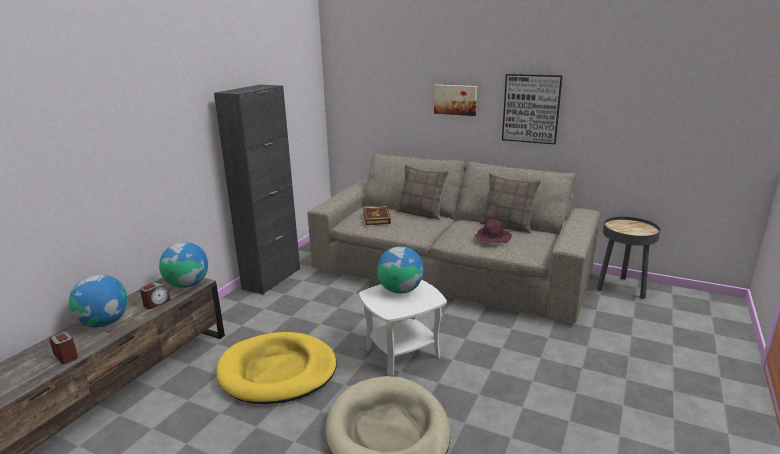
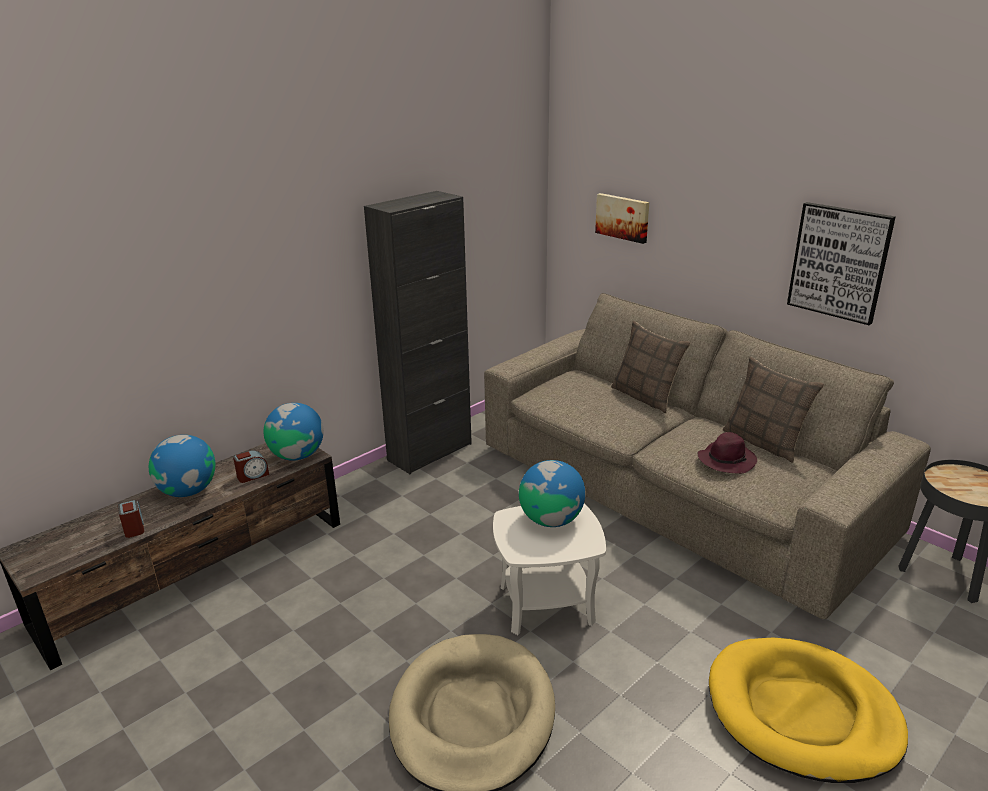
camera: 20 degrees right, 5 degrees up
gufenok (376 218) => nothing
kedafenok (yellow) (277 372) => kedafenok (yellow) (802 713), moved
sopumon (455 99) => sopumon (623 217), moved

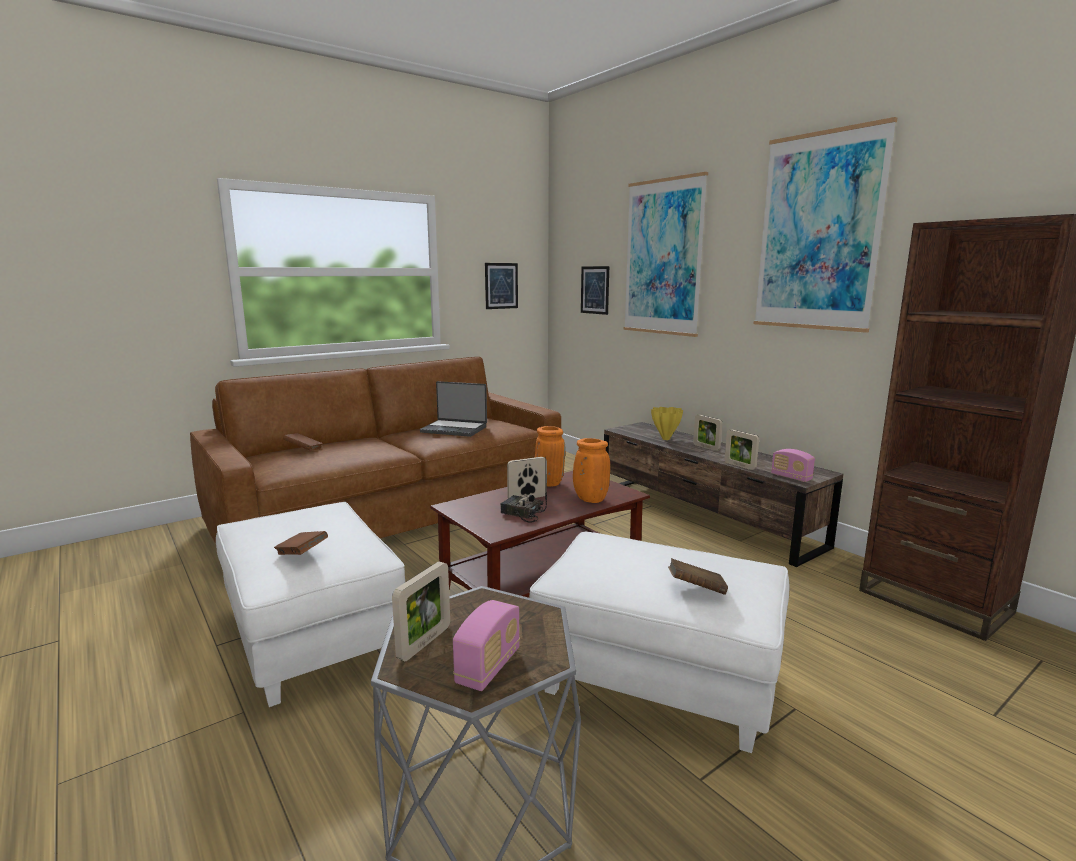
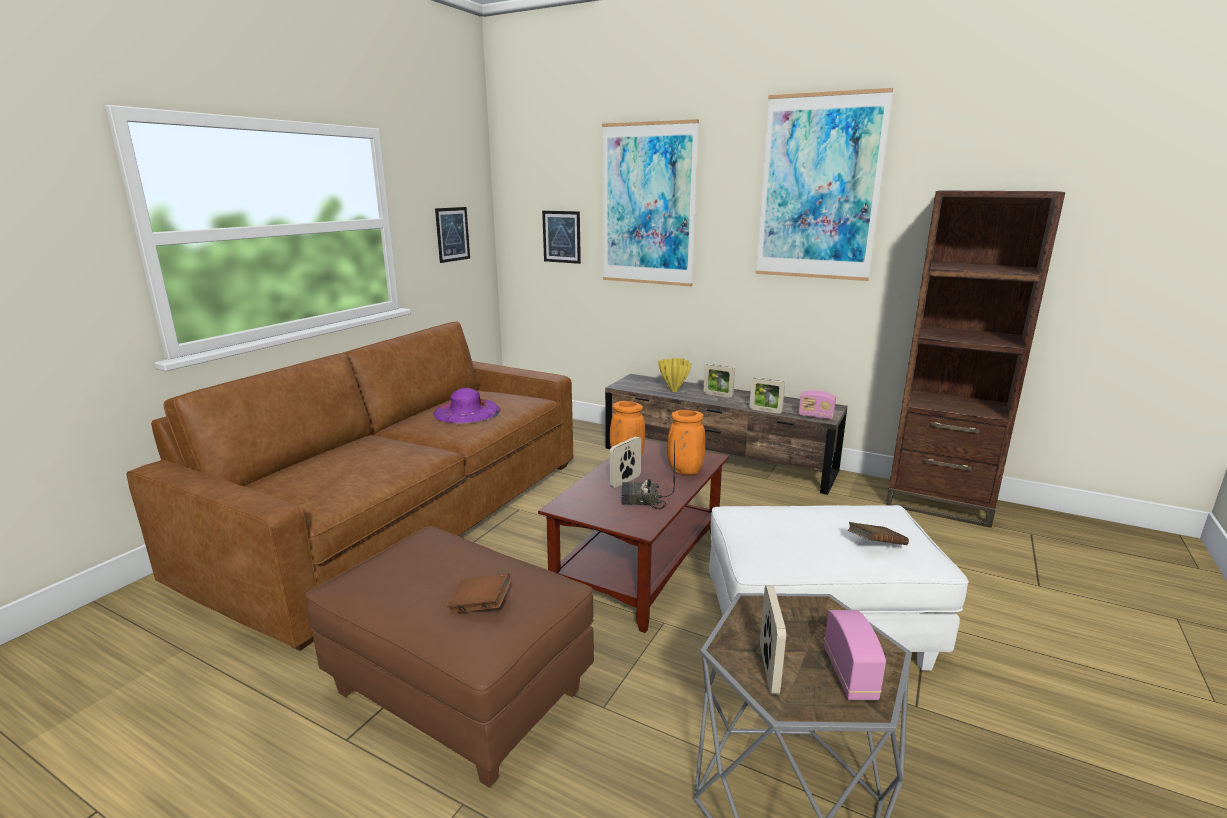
camera: 25 degrees left, 5 degrees up
gufenok (brown) (304 450) => nothing
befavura (454 429) => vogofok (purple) (467 411)
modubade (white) (313 638) => modubade (brown) (459 692)

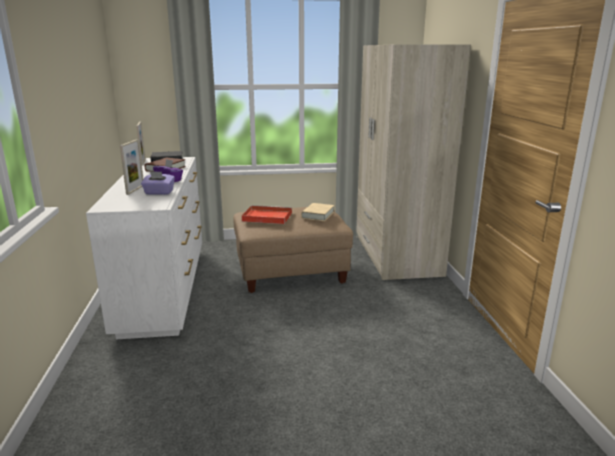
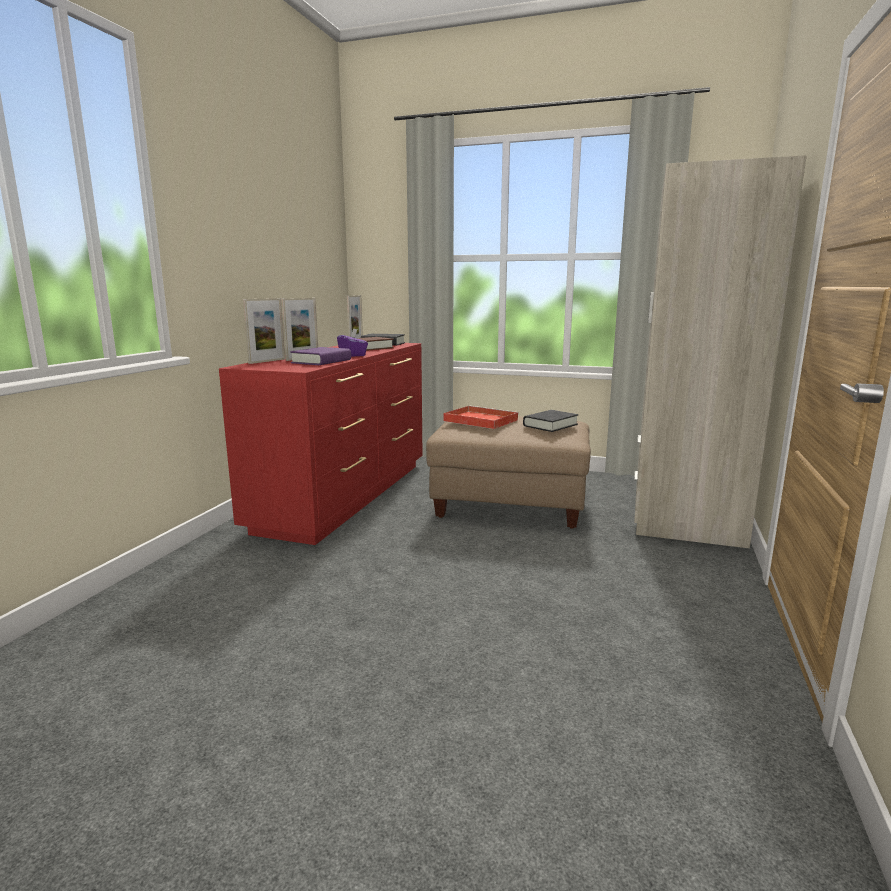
camera: 25 degrees right, 5 degrees down
nothing => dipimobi (267 361)
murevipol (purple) (159 192) => gufenok (purple) (321 361)
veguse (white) (165 287) => veguse (red) (346 495)
gufenok (beige) (318 215) => gufenok (black) (550 425)

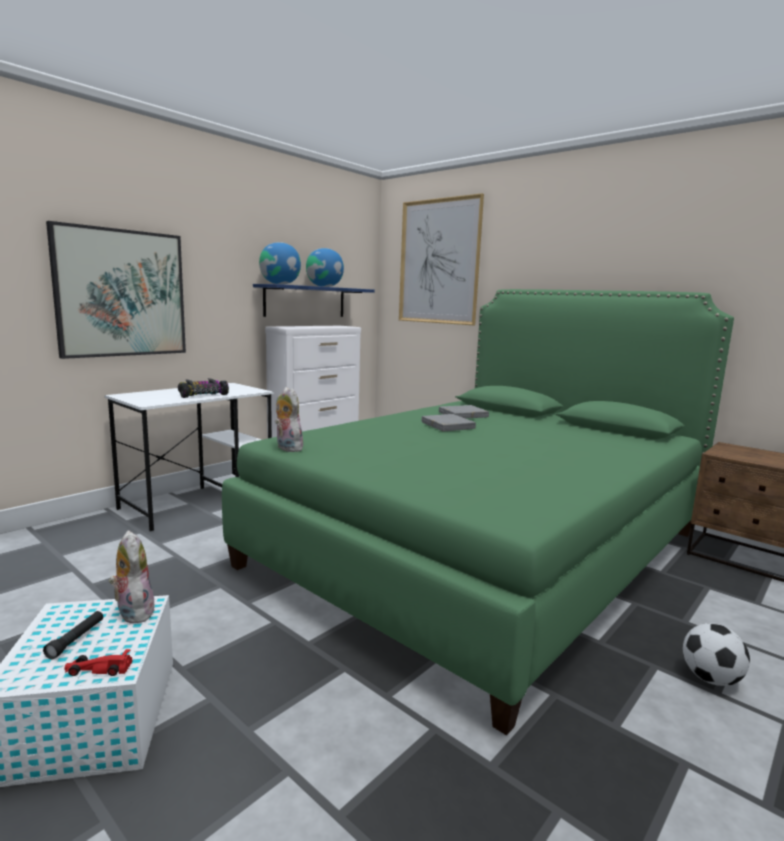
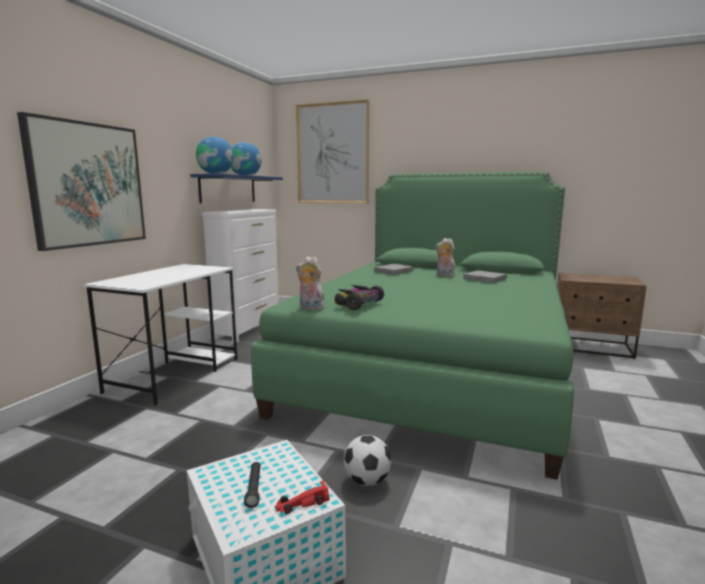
camera: 20 degrees left, 0 degrees up
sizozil (133 612) => sizozil (444 275), moved
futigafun (202 394) => futigafun (358 304), moved
gufenok (grey) (447 426) => gufenok (grey) (484 279), moved
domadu (711 679) => domadu (367 481), moved

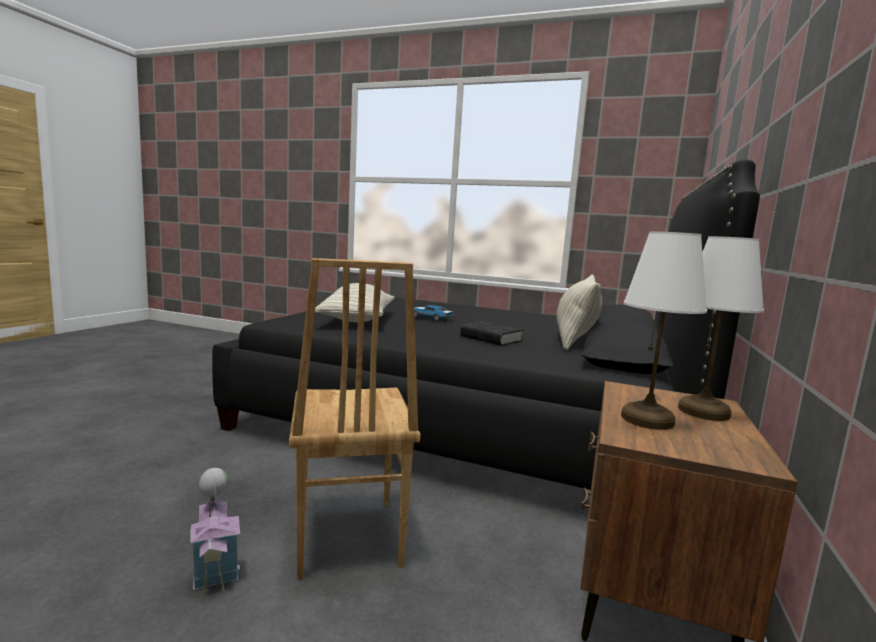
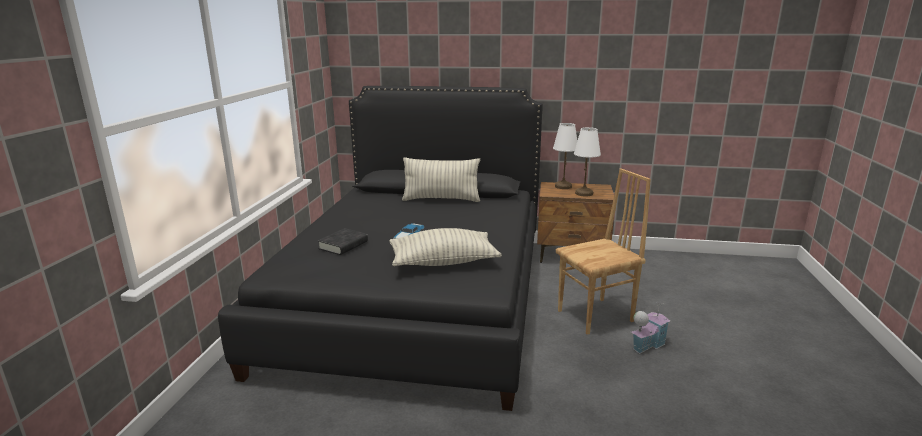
camera: 100 degrees left, 10 degrees up
gufenok (black) (491 338) => gufenok (black) (343 245), moved

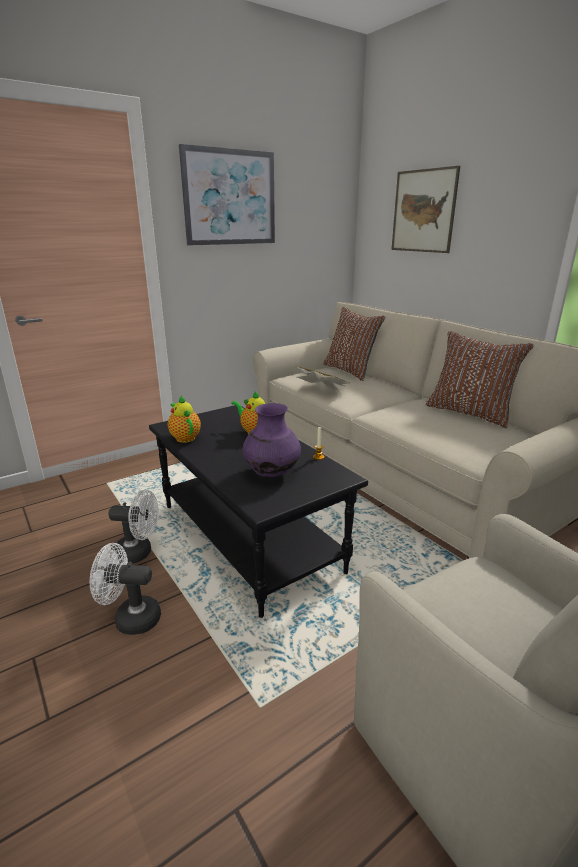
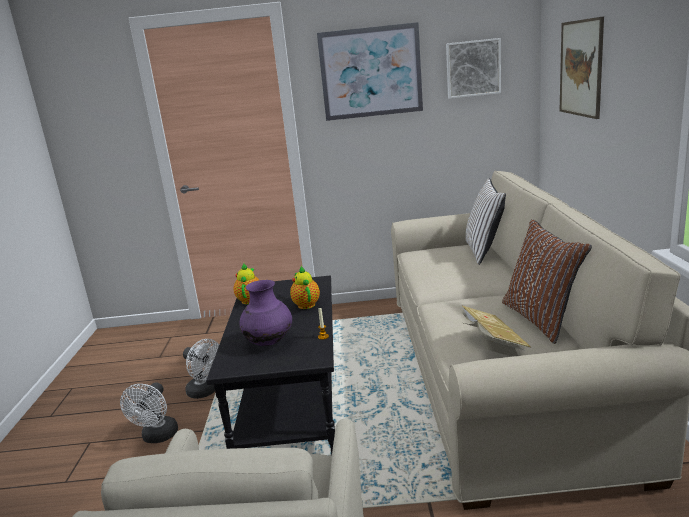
camera: 35 degrees right, 5 degrees down
nothing => sopumon (473 68)
gufenok (321 389) => gufenok (492 346), moved
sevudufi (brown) (350 371) => sevudufi (white) (484 251)
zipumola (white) (130 618) => zipumola (white) (158 437), 120 degrees counterclockwise

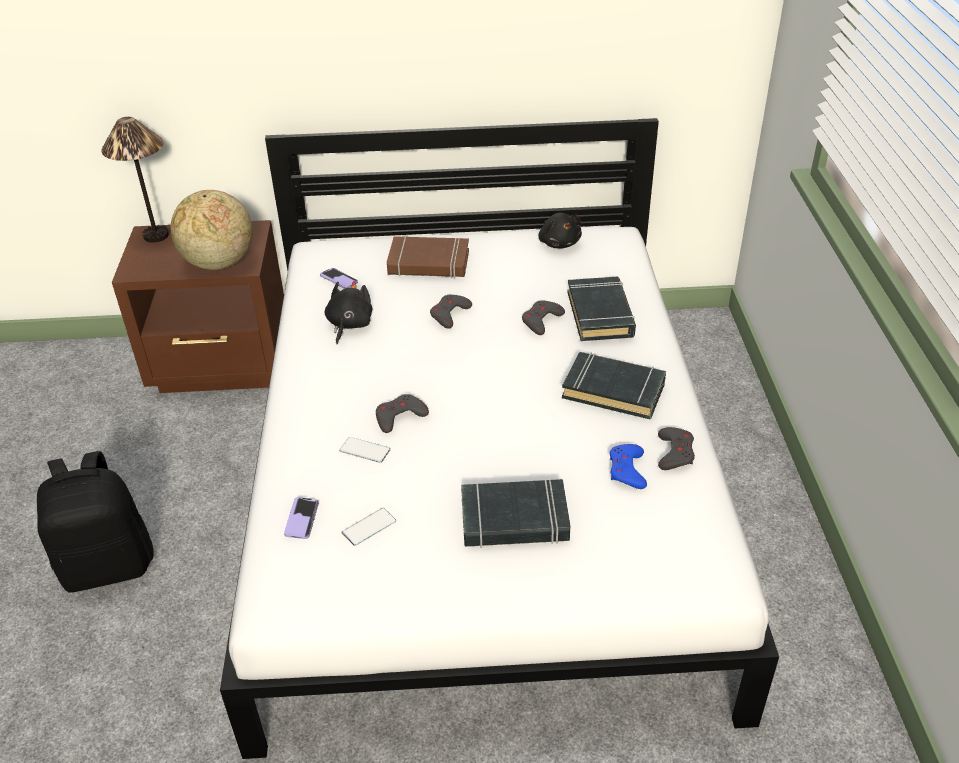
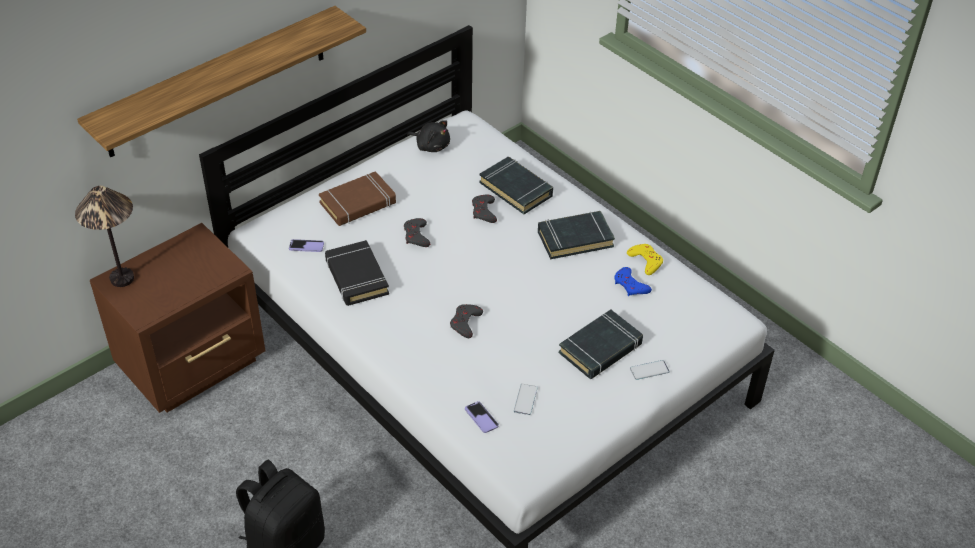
camera: 40 degrees left, 5 degrees up
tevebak (218 263) => nothing
nothing => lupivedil (217 82)
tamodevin (365 450) => tamodevin (649 370), moved
sizozil (black) (349 325) => gufenok (black) (356 277)
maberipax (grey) (675 453) => maberipax (yellow) (645 261)

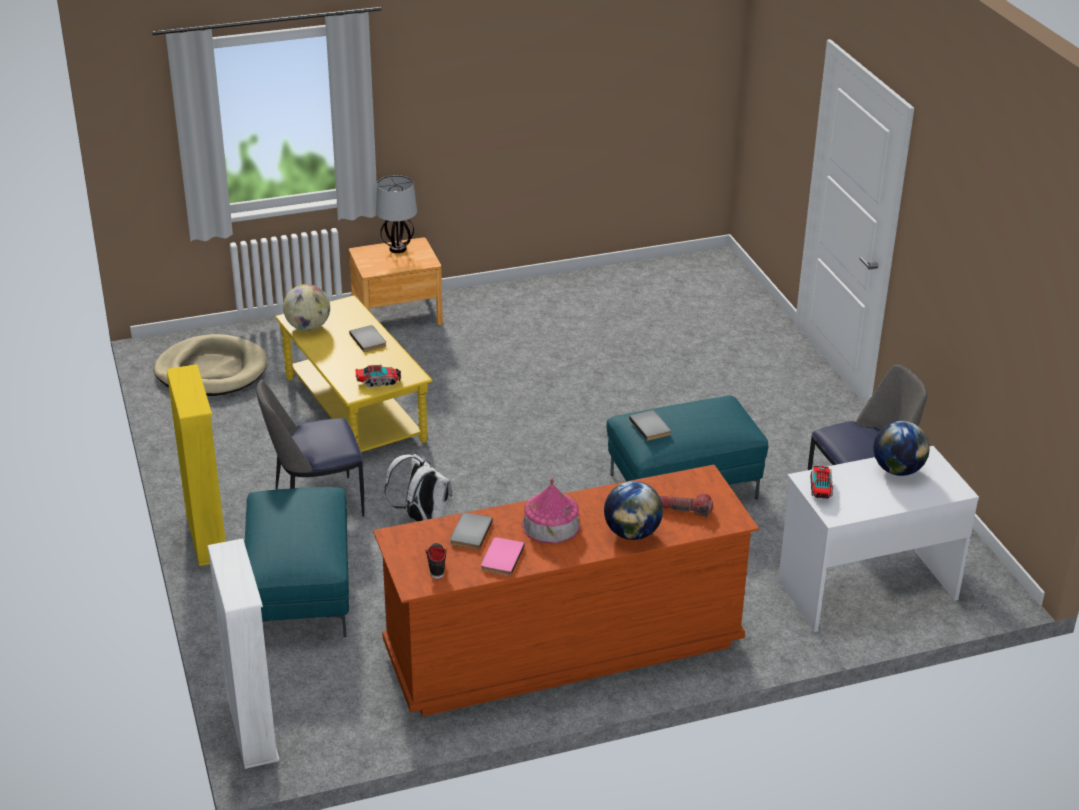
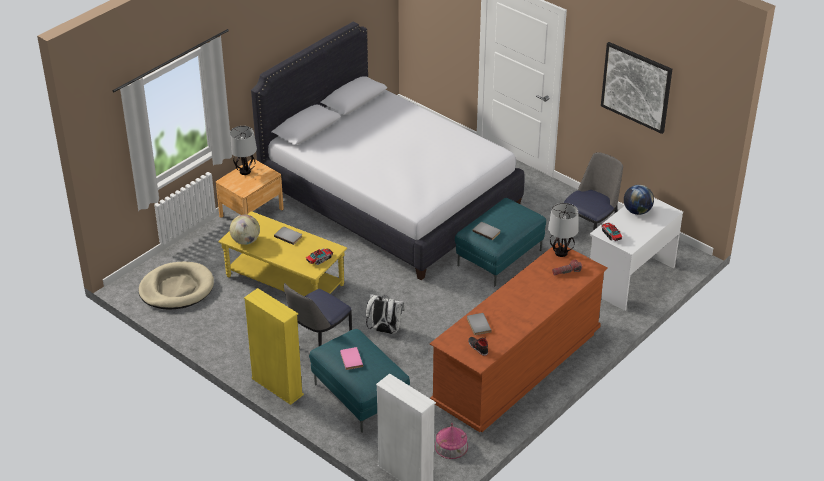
camera: 30 degrees left, 5 degrees up
tevebak (632 533) => nothing
nothing => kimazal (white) (389 198)
nothing => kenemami (561 253)
nothing => sopumon (636 87)
gufenok (pink) (500 558) => gufenok (pink) (350 359), moved
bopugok (551 525) => bopugok (451 446), moved

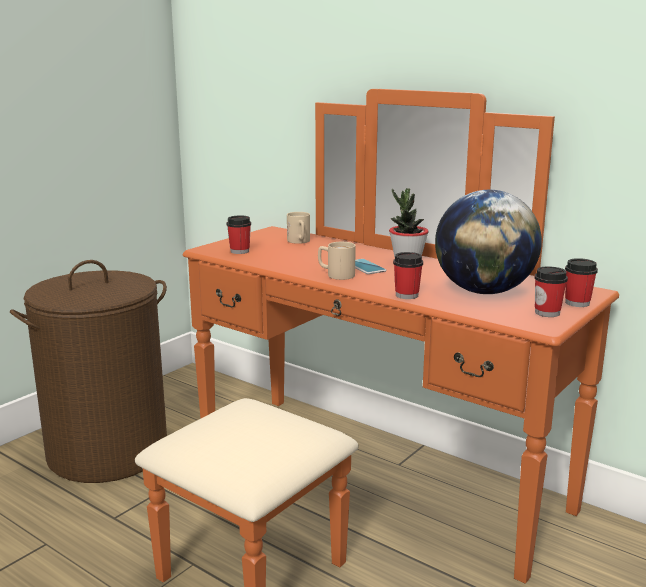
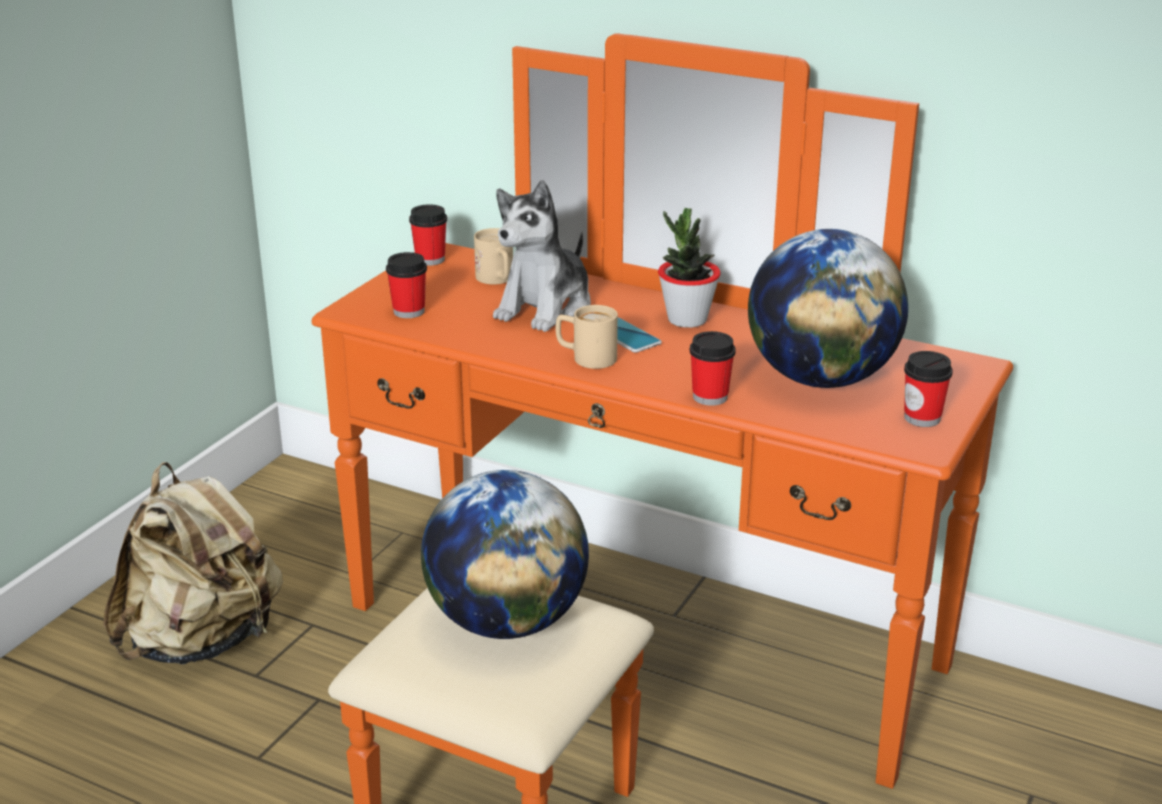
camera: 10 degrees left, 10 degrees up
nothing => tevebak (507 622)
nothing => sizozil (546 308)
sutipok (577 303) => sutipok (430 259), moved
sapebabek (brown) (108 451) => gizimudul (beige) (202 641)

